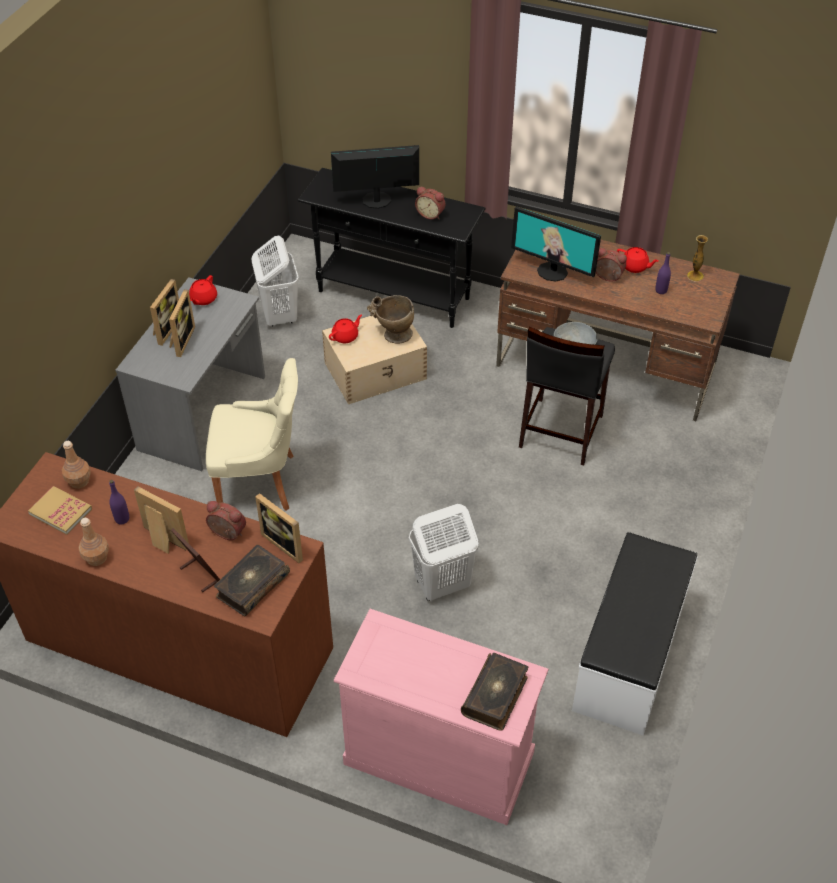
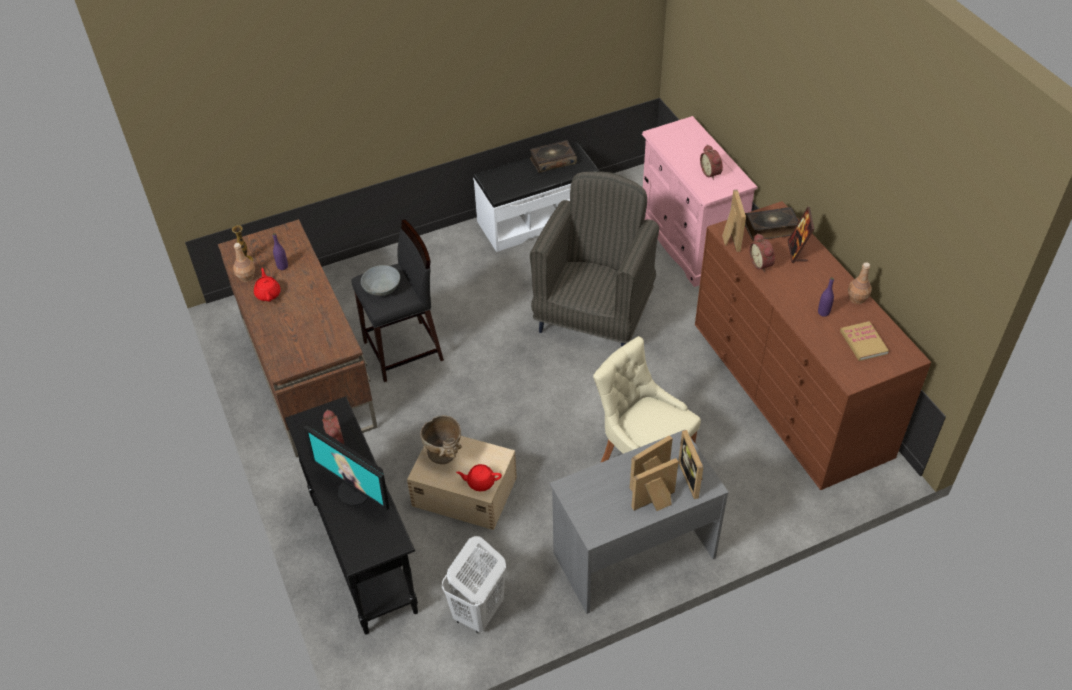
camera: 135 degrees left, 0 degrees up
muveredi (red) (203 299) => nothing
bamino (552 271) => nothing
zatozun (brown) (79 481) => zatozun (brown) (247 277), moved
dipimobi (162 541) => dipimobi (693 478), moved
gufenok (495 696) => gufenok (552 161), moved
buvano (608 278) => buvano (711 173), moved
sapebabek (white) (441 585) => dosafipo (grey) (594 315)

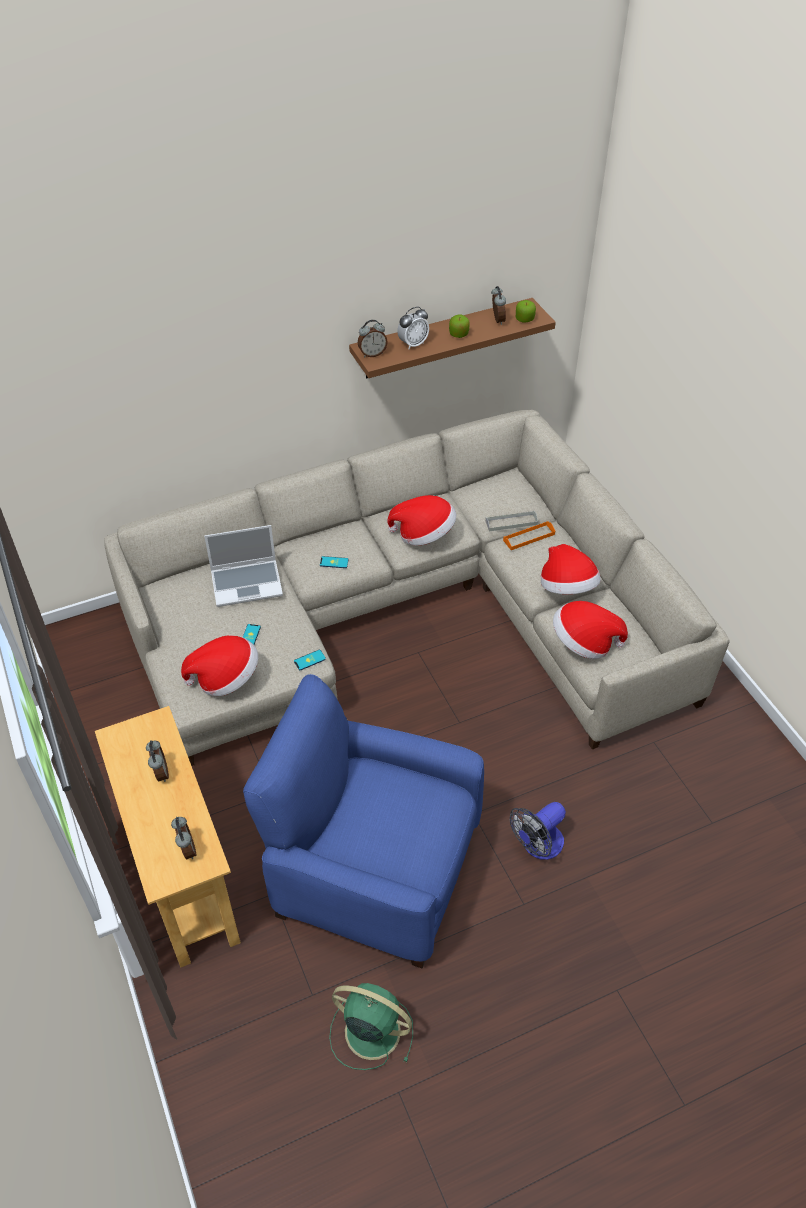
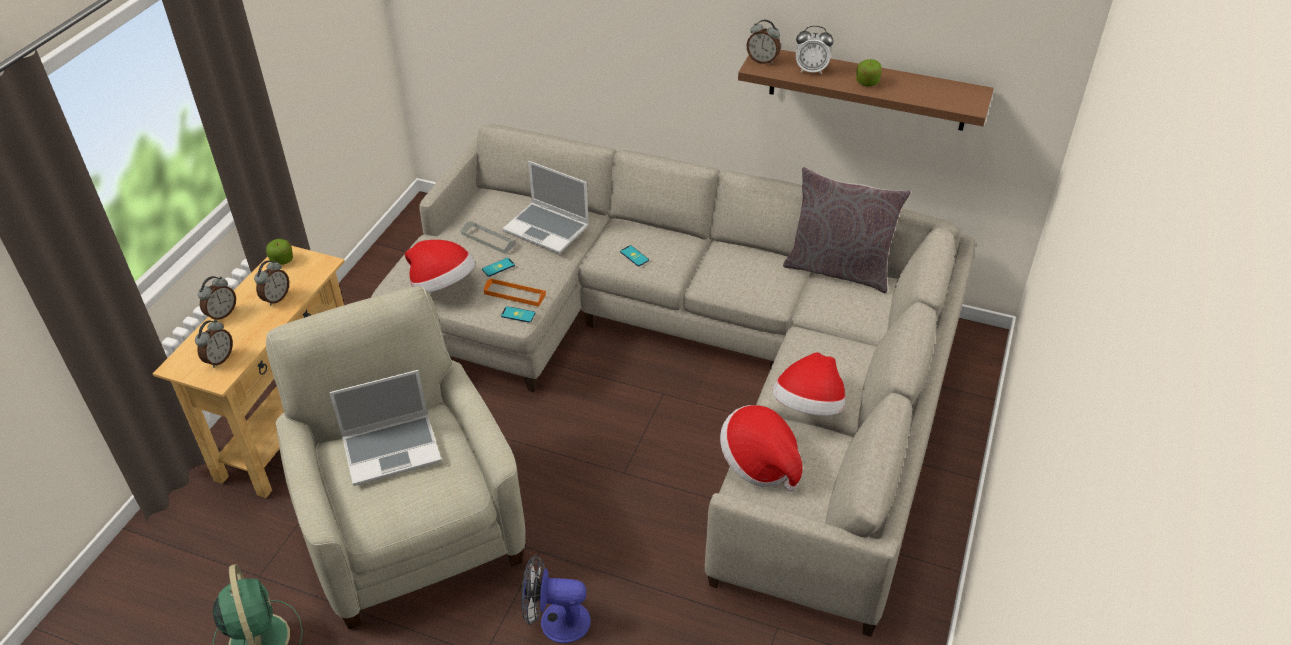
camera: 45 degrees right, 5 degrees down
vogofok (424 534) => nothing
nothing => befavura (393 449)
nothing => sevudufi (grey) (838 269)
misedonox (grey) (511 522) => misedonox (grey) (488 239), moved
buvano (497 320) => buvano (222 314), moved
misedonox (orange) (529 537) => misedonox (orange) (515 294), moved
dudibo (524 319) => dudibo (282 260), moved
dosafipo (blue) (374 870) => dosafipo (beige) (412 528)

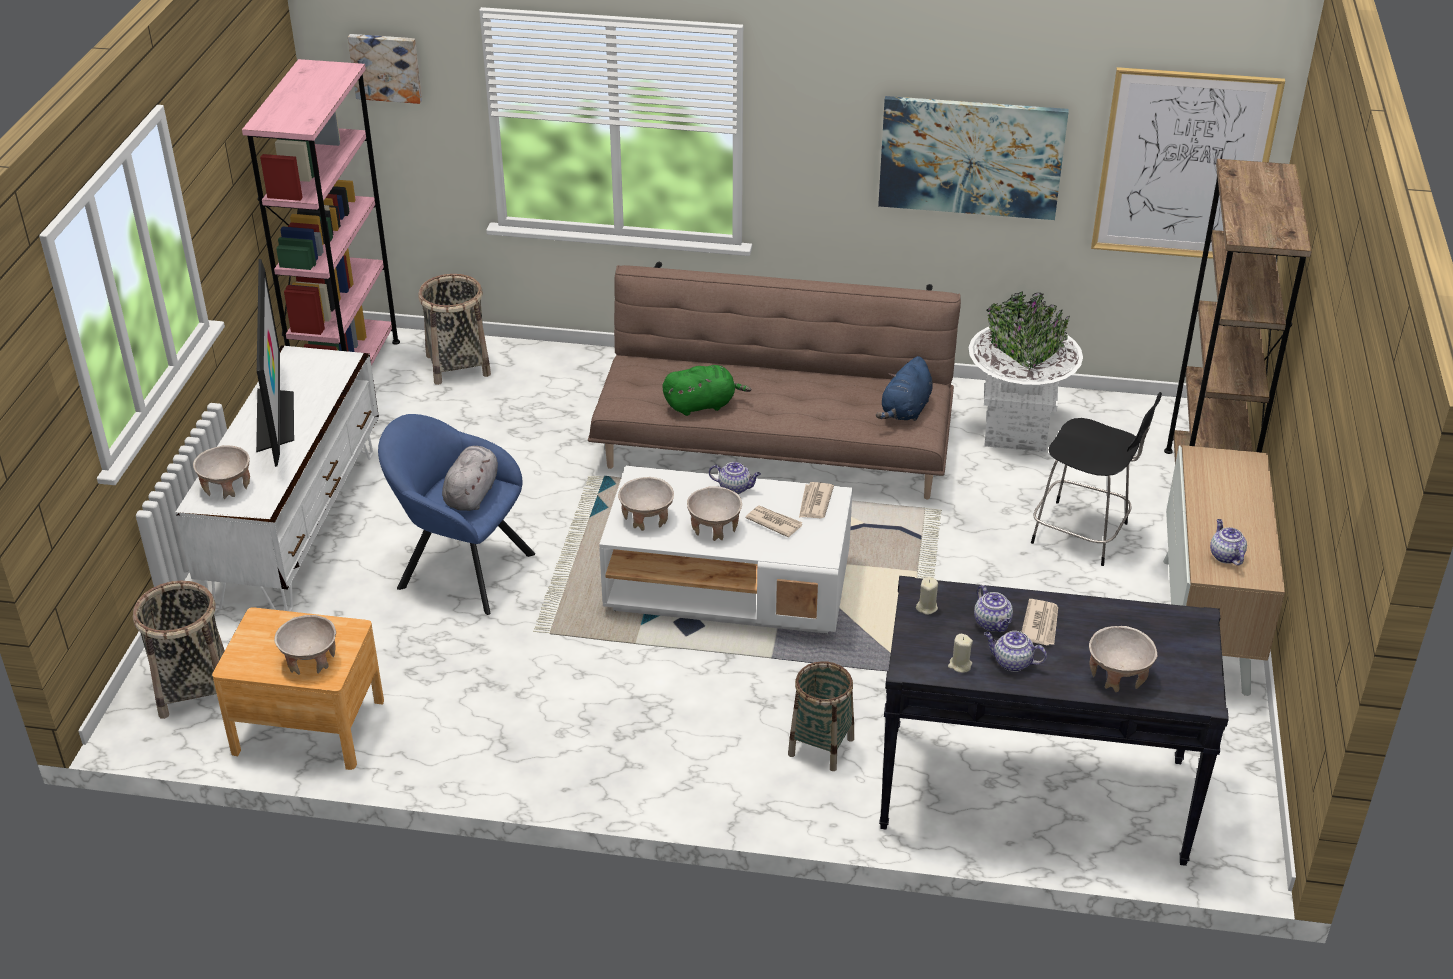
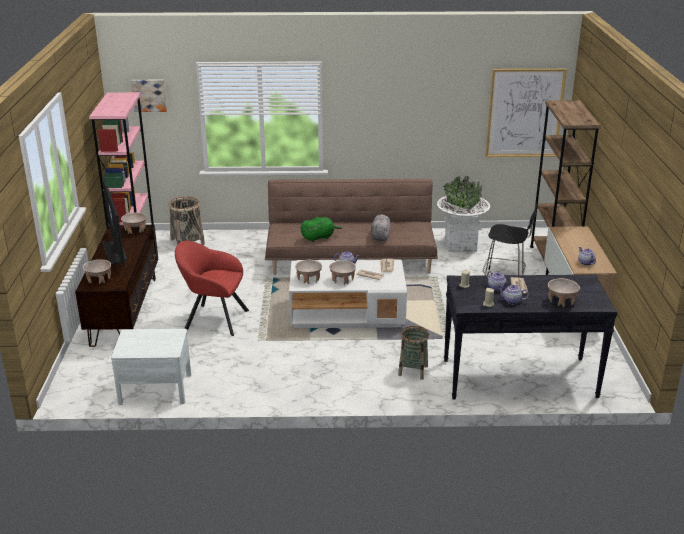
camera: 10 degrees left, 10 degrees down
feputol (193 688) => nothing
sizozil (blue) (905 410) => nothing
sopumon (971 157) => nothing
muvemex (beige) (310 660) => muvemex (beige) (135 230), moved
sizozil (grey) (472 494) => sizozil (grey) (380 236), moved
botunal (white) (297 526) => botunal (brown) (125 310)
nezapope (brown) (308 726) => nezapope (white) (155 389)
dosafipo (blue) (460 568) => dosafipo (red) (213 319)

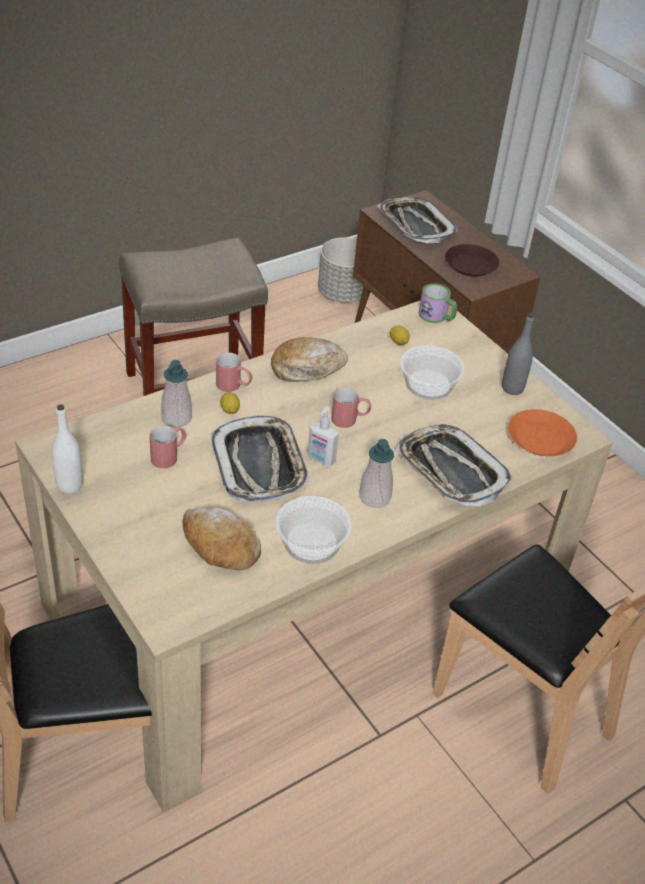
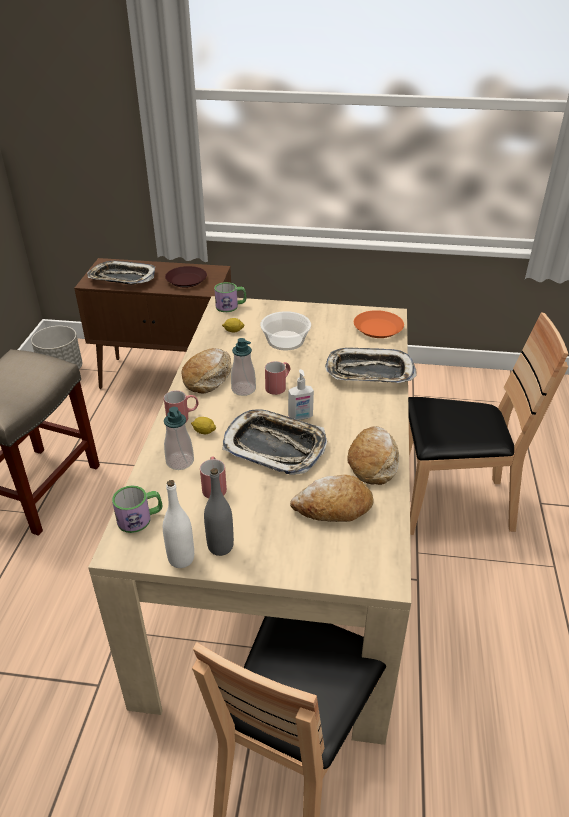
camera: 45 degrees left, 5 degrees down
nothing => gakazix (140 518)
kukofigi (374 497) => kukofigi (243 389), moved
zatozun (grey) (512 388) => zatozun (grey) (220 546), moved
muvemex (312 542) => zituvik (373 462)

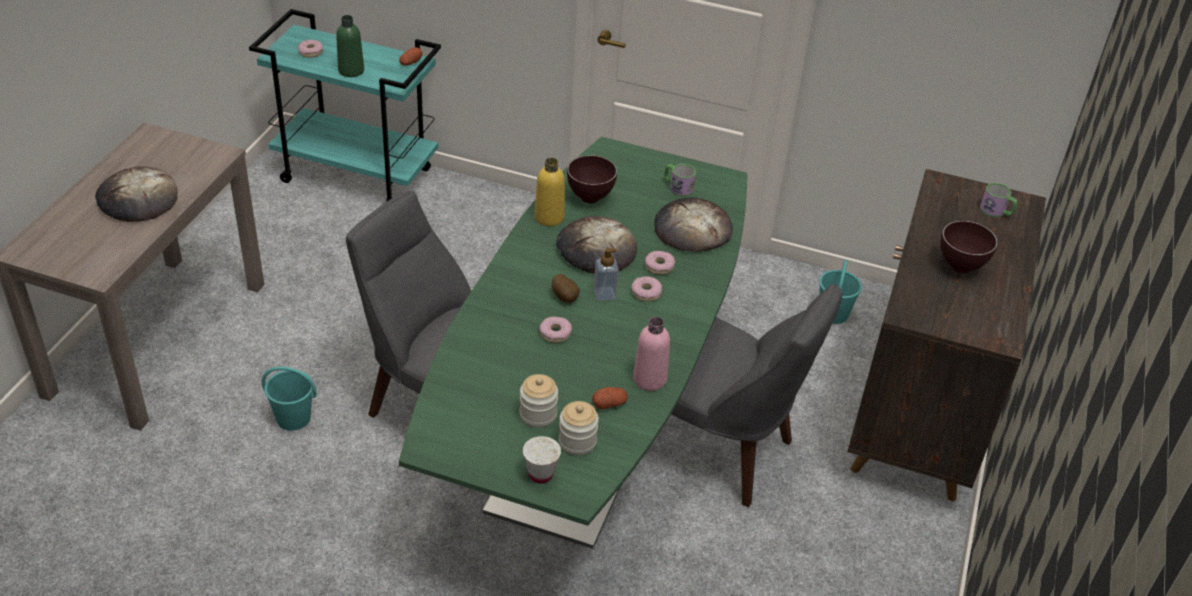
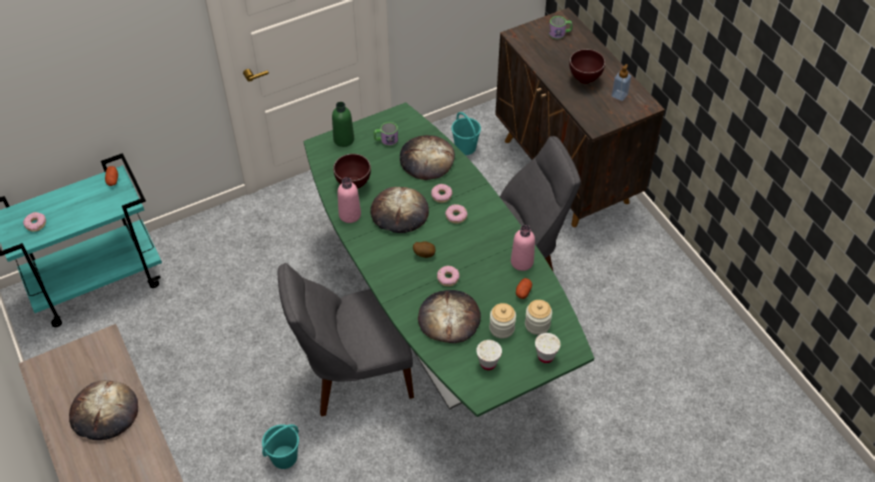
camera: 45 degrees left, 10 degrees up
nothing => zituvik (449 318)
nothing => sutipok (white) (488 363)
zatozun (green) (351 70) => zatozun (green) (343 139), moved
kukofigi (604 294) => kukofigi (619 95), moved
zatozun (yellow) (549 217) => zatozun (pink) (350 215)

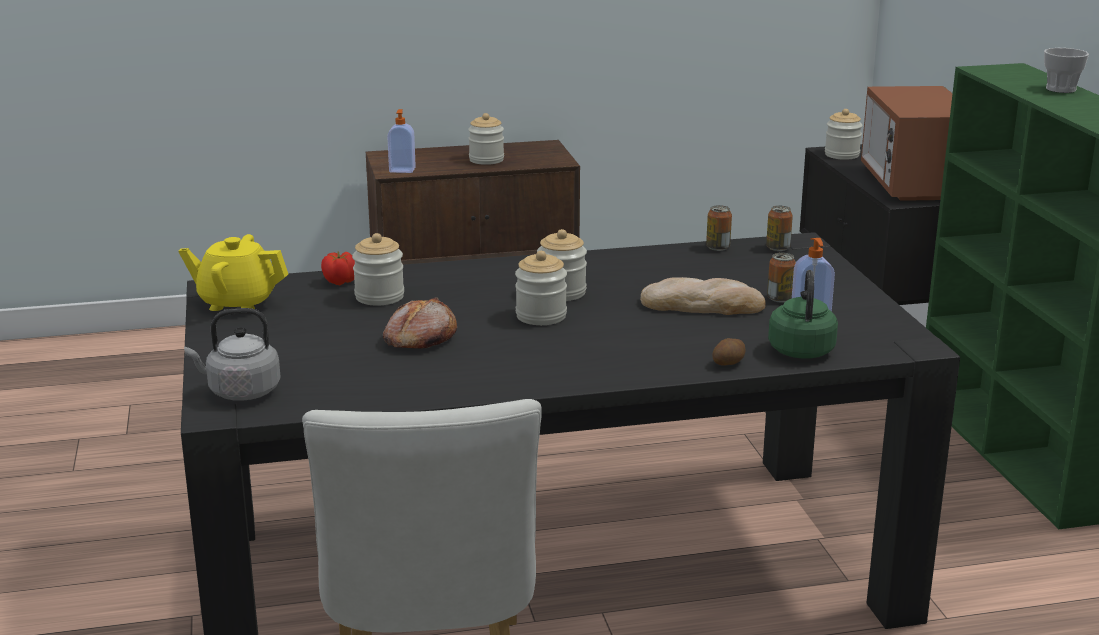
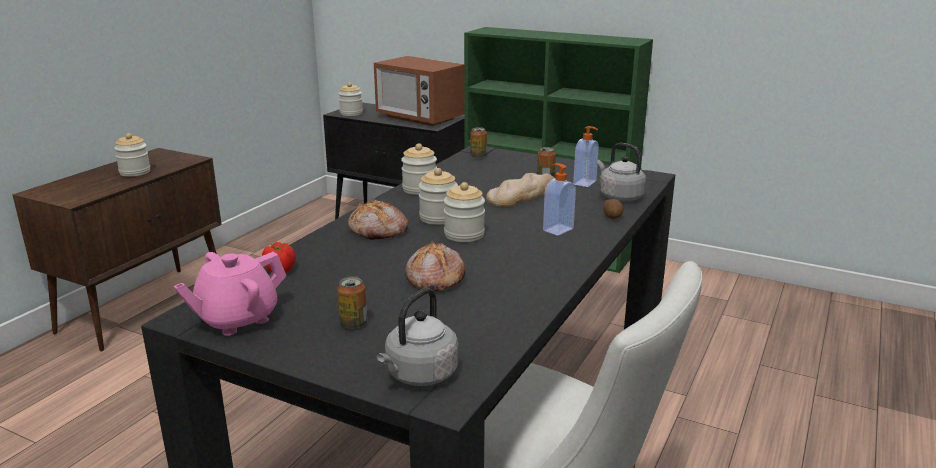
camera: 50 degrees left, 0 degrees up
sutipok (1061 89) => nothing
nothing => zituvik (379 231)
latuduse (379 297) => latuduse (419 189), moved
kukofigi (402 170) => kukofigi (557 229), moved
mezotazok (718 248) => mezotazok (353 324), moved
muveredi (yellow) (237 302) => muveredi (pink) (237 319)
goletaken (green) (801 349) => goletaken (grey) (619 197)

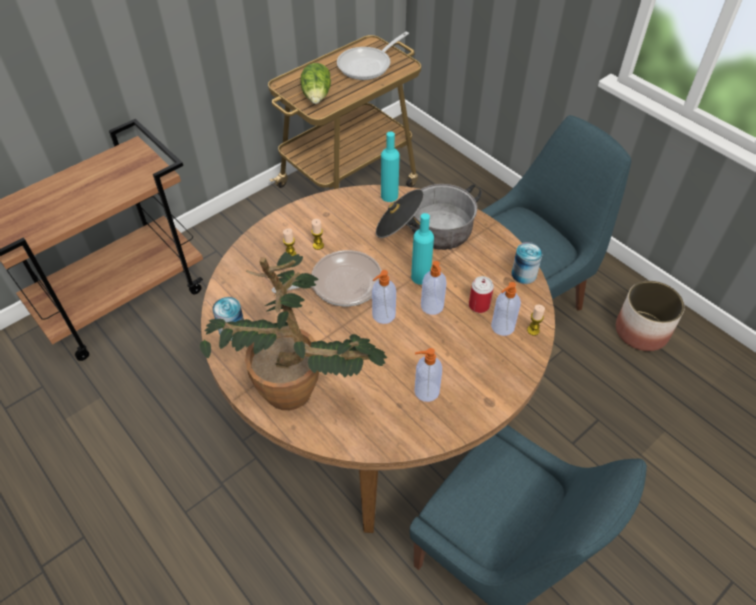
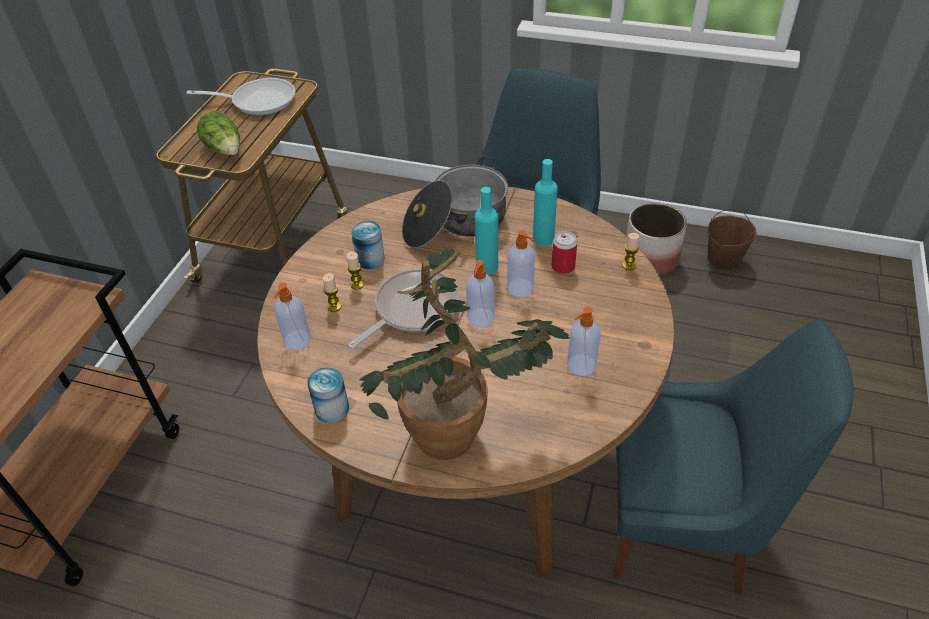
camera: 30 degrees left, 5 degrees down
nothing => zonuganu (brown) (723 260)
zatozun (turquoise) (389 196) => zatozun (turquoise) (543 239), moved
kukofigi (502 327) => kukofigi (297 341), moved
mezotazok (524 274) => mezotazok (370 259), moved
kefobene (368 65) => kefobene (258 101), 105 degrees counterclockwise

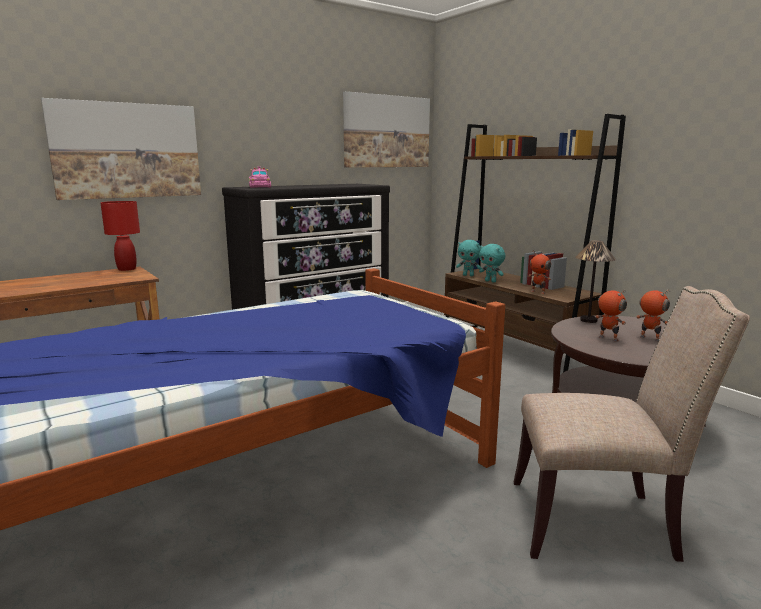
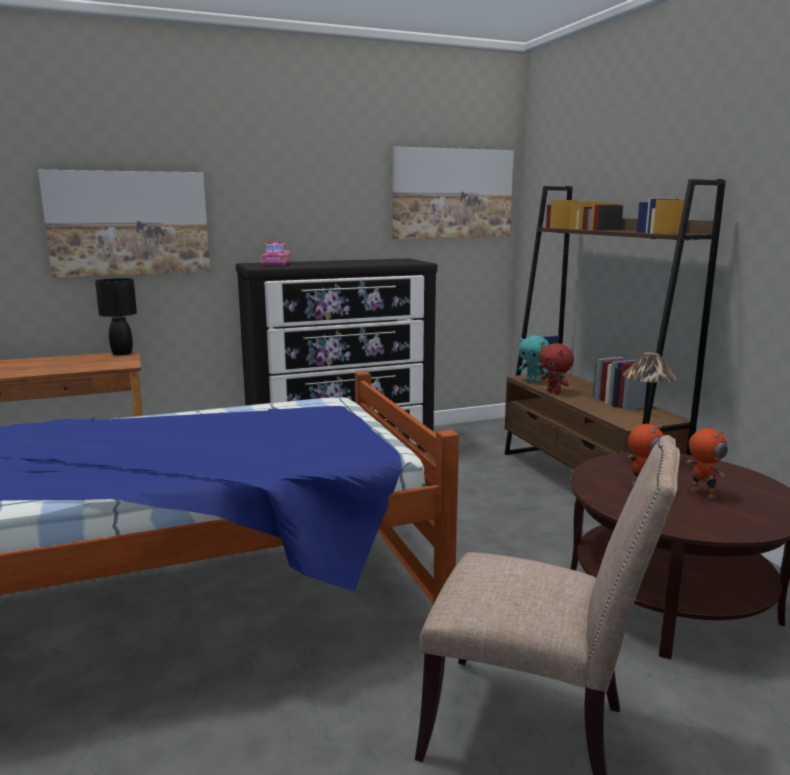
camera: 15 degrees right, 0 degrees up
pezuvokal (538 292) => nothing
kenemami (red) (127 269) => kenemami (black) (122 353)
sizozil (turquoise) (491 281) => sizozil (red) (554 392)

